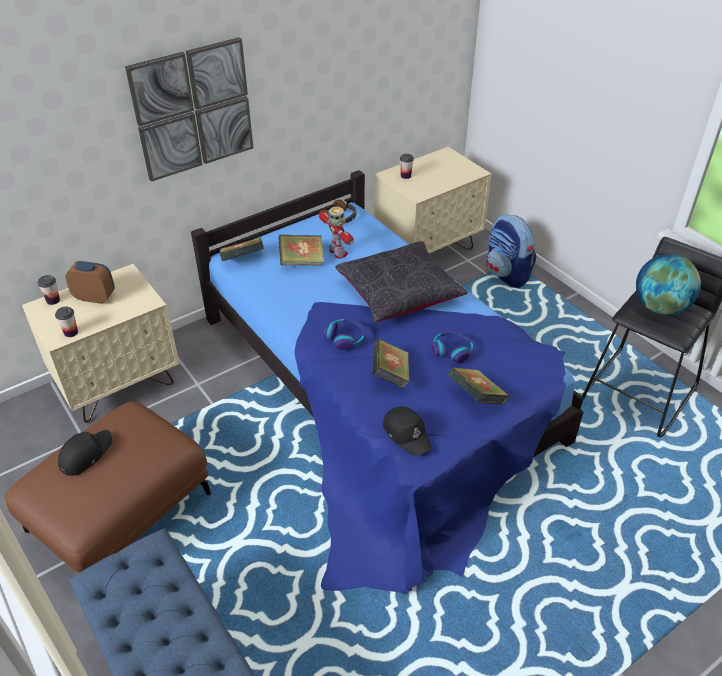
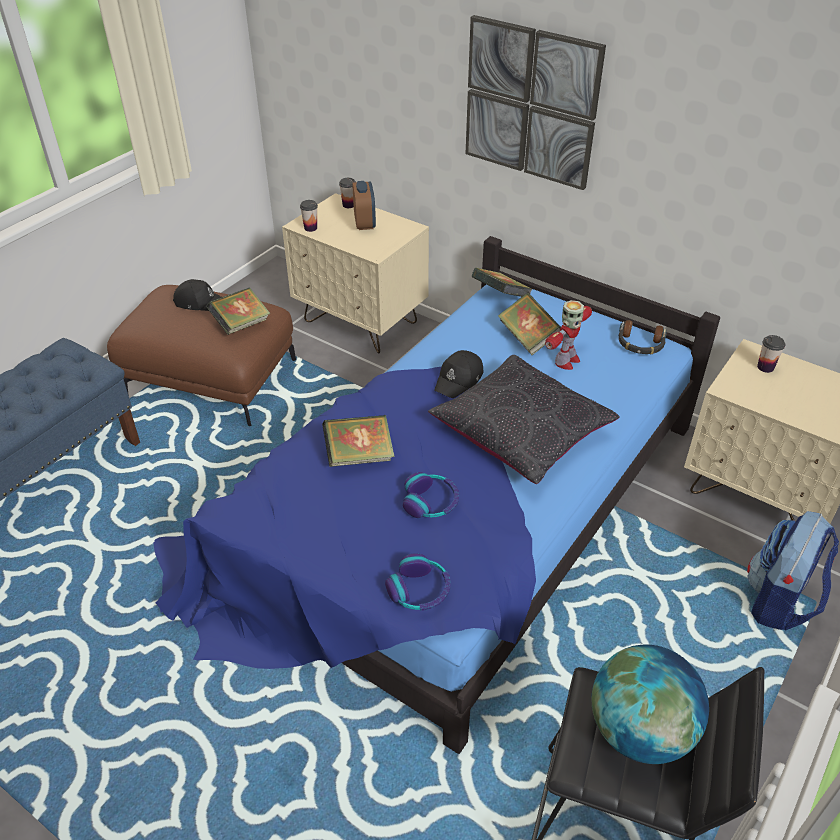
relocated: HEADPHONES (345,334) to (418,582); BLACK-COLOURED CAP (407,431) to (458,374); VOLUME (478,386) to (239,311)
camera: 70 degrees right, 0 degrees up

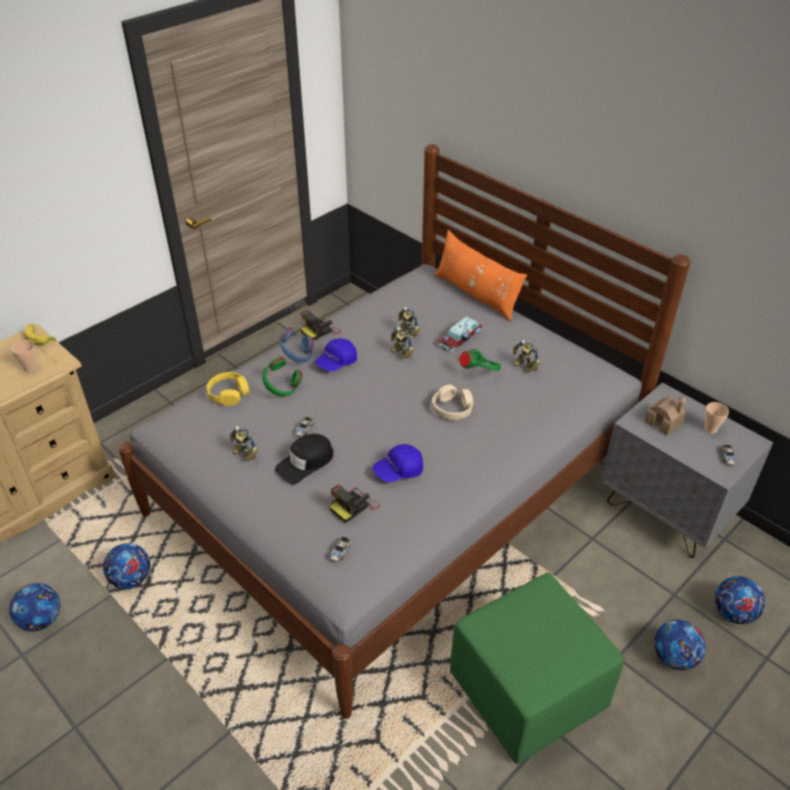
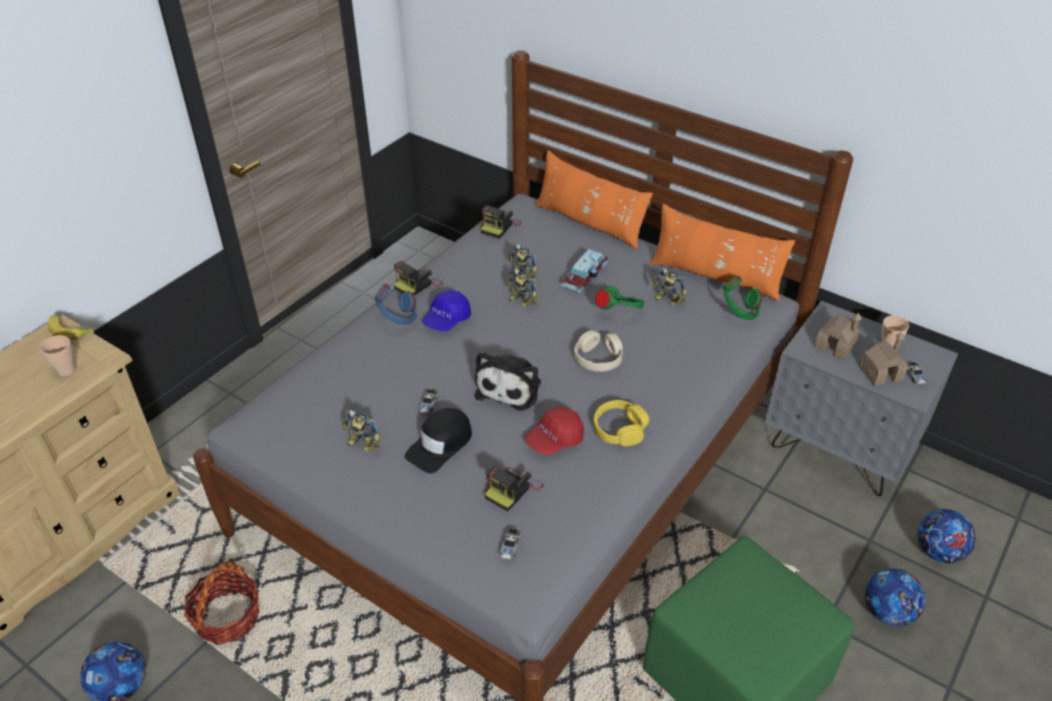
appeared: PLUSH TOY (508,381); PHOTO CAMERA (501,222); ORANGEY CUSHION (722,252); MODEL HOUSE (883,359)
relocated: YELLOWISH HEADPHONES (227,389) to (621,423); GREEN HEADPHONES (282,376) to (743,298)
exchanged: FOOTBALL BALL (126,566) to BASKET (222,603)
colour: BLUE-COLOURED CAP (398,463) to REDDISH CAP (554,431)
camera: 10 degrees left, 0 degrees up

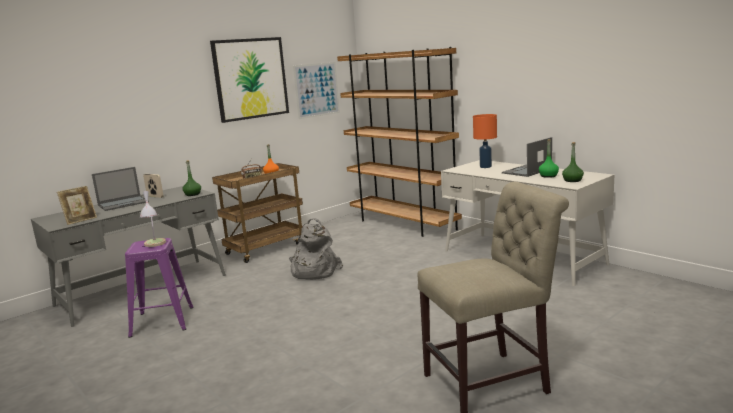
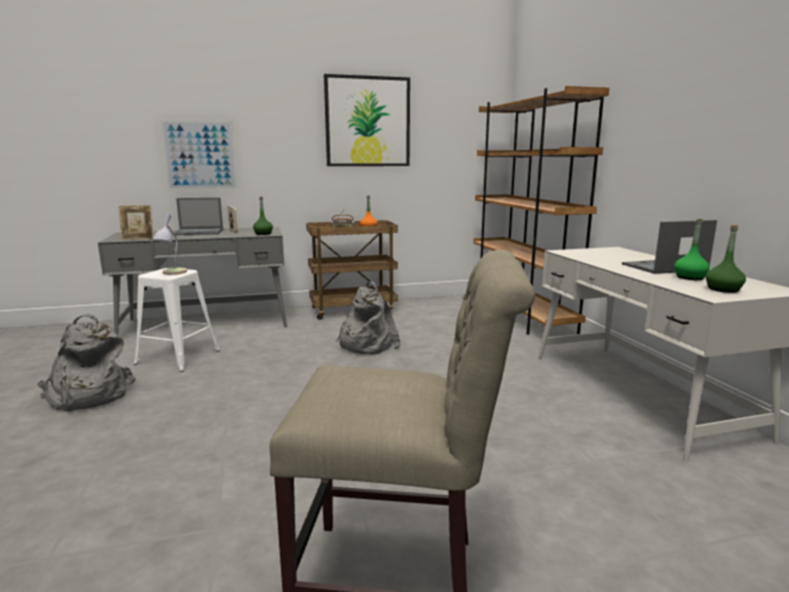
missing: ORANGEY LAMP FOR A TABLE (485,141)
appeared: GREY RUCKSACK (86,362)
relocated: WALL PICTURE (316,90) to (199,155)
colour: PURPLE SITTING STOOL (159,288) to WHITISH SITTING STOOL (177,320)
camera: 25 degrees right, 0 degrees up

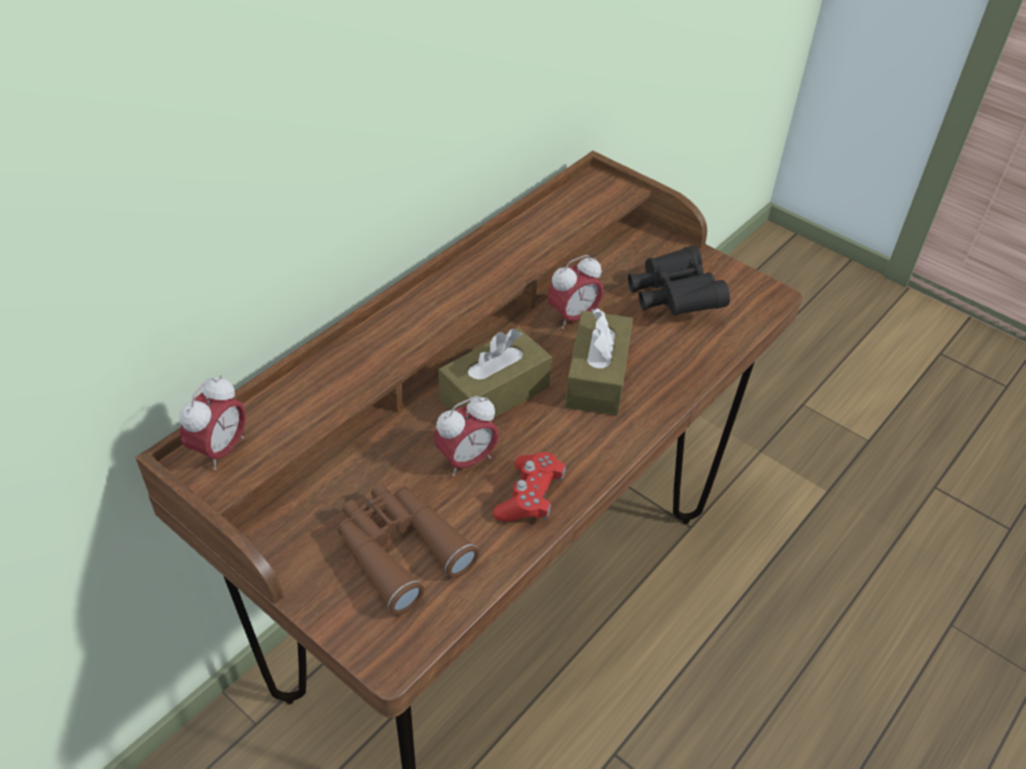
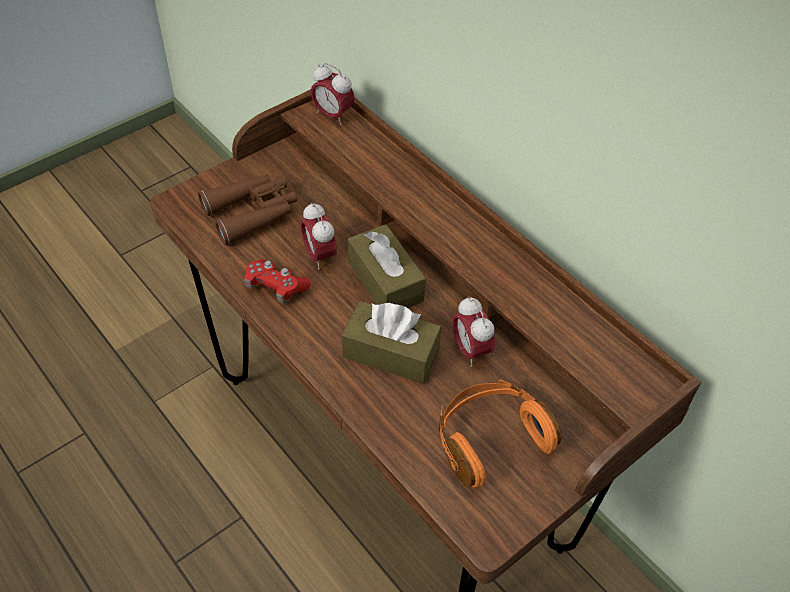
exchanged: BLACK-COLOURED BINOCULARS (679,281) to ORANGEY HEADPHONES (500,433)
camera: 100 degrees right, 5 degrees up

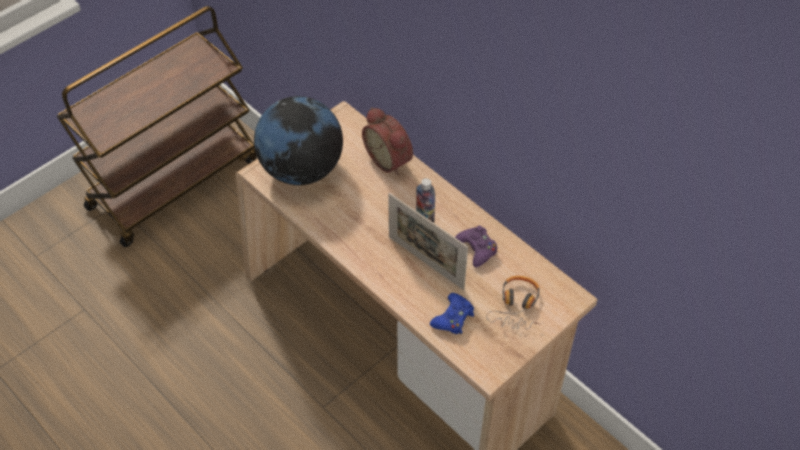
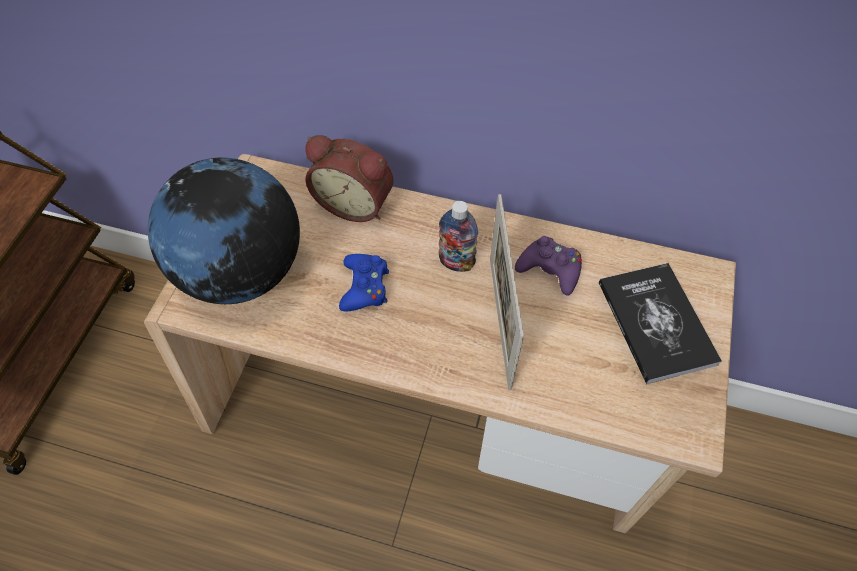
relocated: BLUE-COLOURED JOYPAD (452,313) to (364,283)
exchanged: HEADPHONES (513,302) to VOLUME (660,323)
spun: STANDING FRAME (428,241) = (507,292) 75 degrees clockwise
camera: 30 degrees left, 5 degrees up

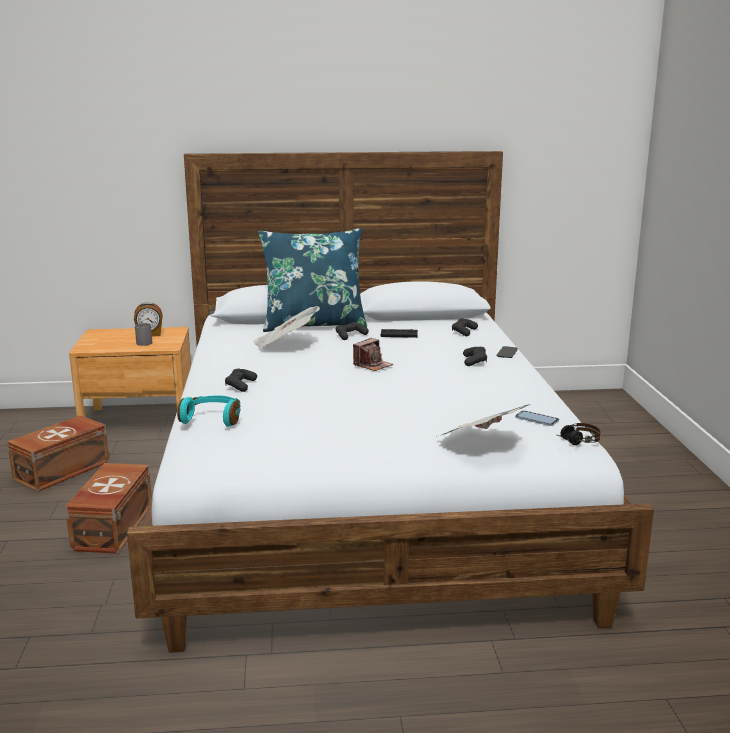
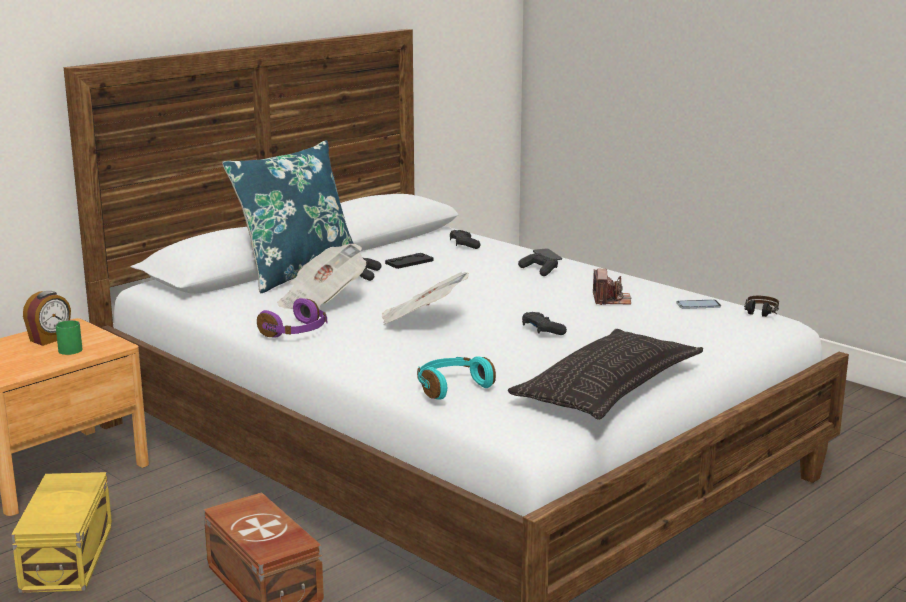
appeared: PURPLE HEADPHONES (292,317); CUSHION (605,374)
relocated: BLACK-COLOURED JOYPAD (241,380) to (544,323); PHOTO CAMERA (373,354) to (612,287); PRINTED PAPER (483,420) to (425,298)
colour: BROWN STORAGE BOX (58,453) to YELLOWISH STORAGE BOX (61,532); GREY TEA MUG (143,334) to GREEN TEA MUG (69,337)
camera: 40 degrees left, 0 degrees up

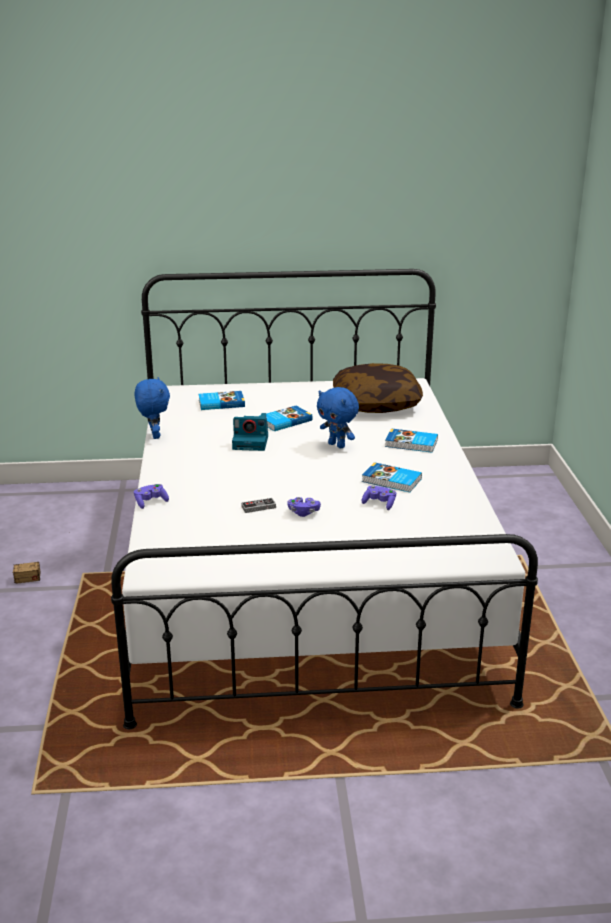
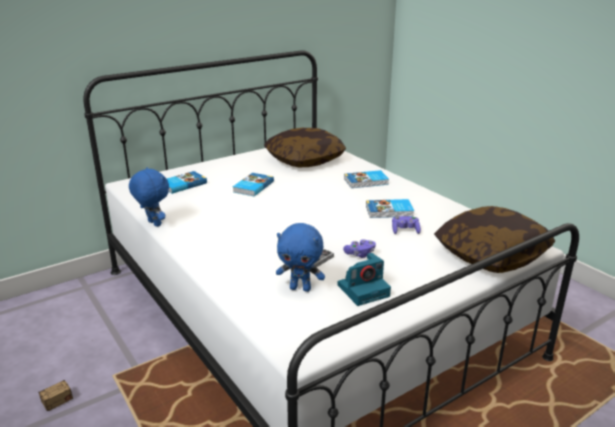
missing: PURPLE JOYPAD (151,496)
appeared: CUSHION (494,239)
relocated: PHOTO CAMERA (250,432) to (364,279); BLUE-COLOURED PLUSH TOY (338,417) to (300,257)
camera: 30 degrees left, 0 degrees up

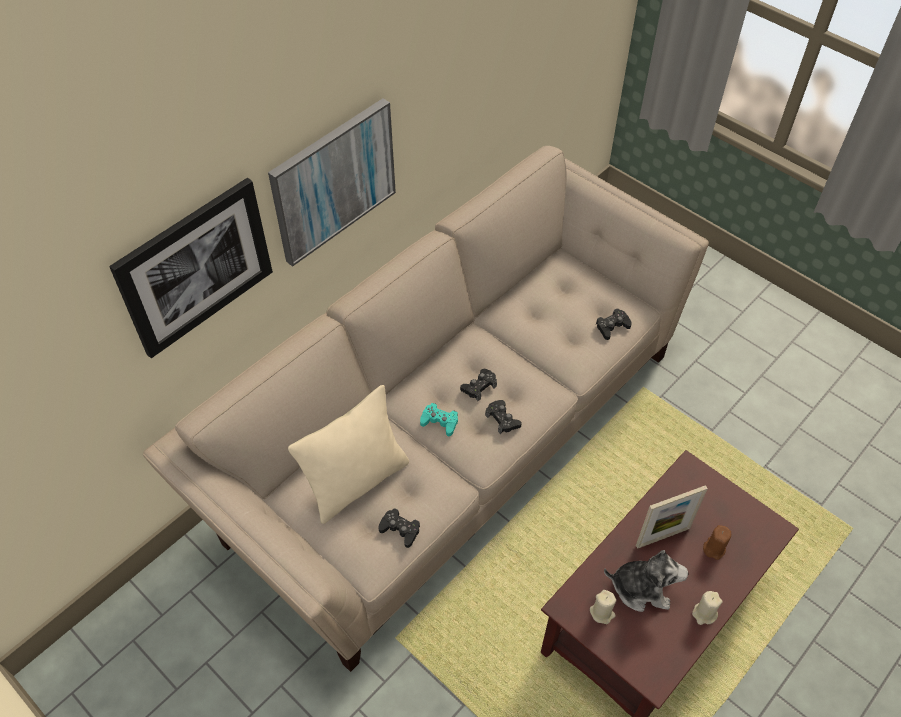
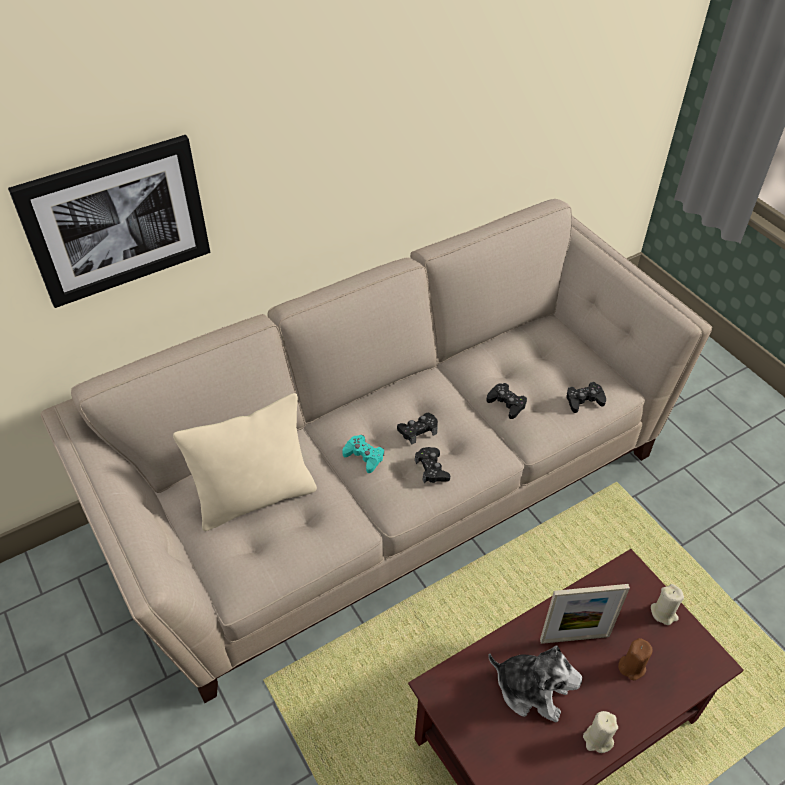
missing: WALL PICTURE (332,182)
relocated: BLACK-COLOURED JOYPAD (399,528) to (506,401); BEIGE WAX CANDLE (603,607) to (667,604)
camera: 15 degrees right, 5 degrees down

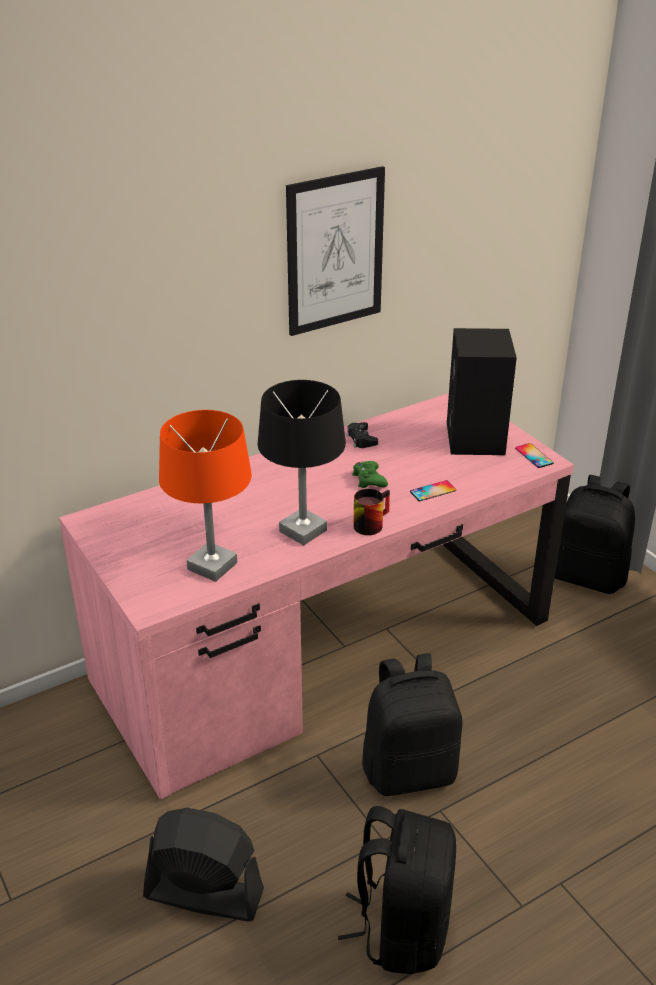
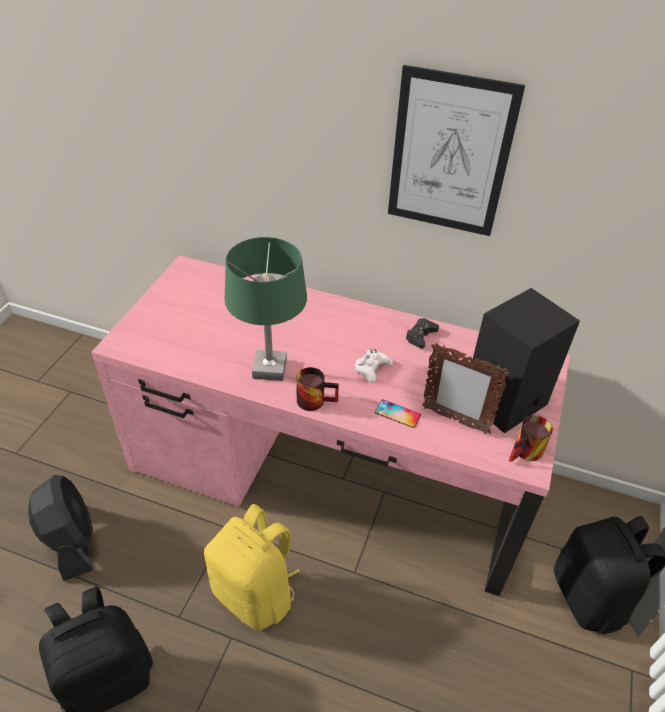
missing: ORANGEY LAMP FOR A TABLE (205,496)
appeared: STANDING FRAME (466,388)
exchanged: HANDSET (534,455) to TEA MUG (531,438)
colour: BLACK-COLOURED LAMP FOR A TABLE (302,462) to GREEN LAMP FOR A TABLE (265,309); GREEN JOYPAD (370,474) to WHITISH JOYPAD (374,366); BLACK-COLOURED RUCKSACK (412,724) to YELLOWISH RUCKSACK (252,567)
camera: 50 degrees right, 10 degrees up

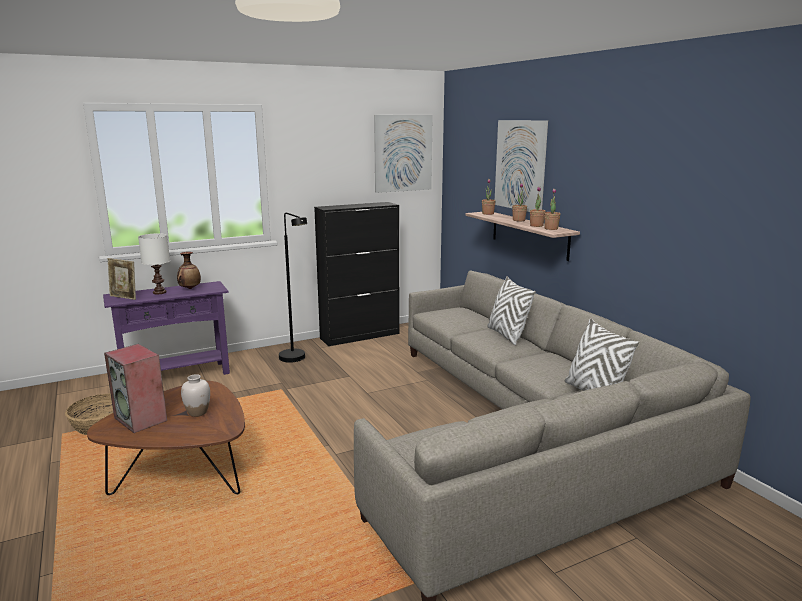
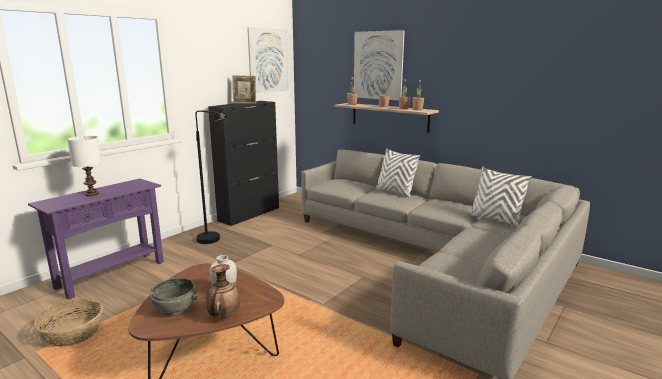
relocated: STANDING FRAME (121,279) to (244,89); VASE (189,270) to (223,291)
exchanged: SPEAKER (135,388) to GREY DEEP DISH (174,297)
camera: 25 degrees left, 0 degrees up

